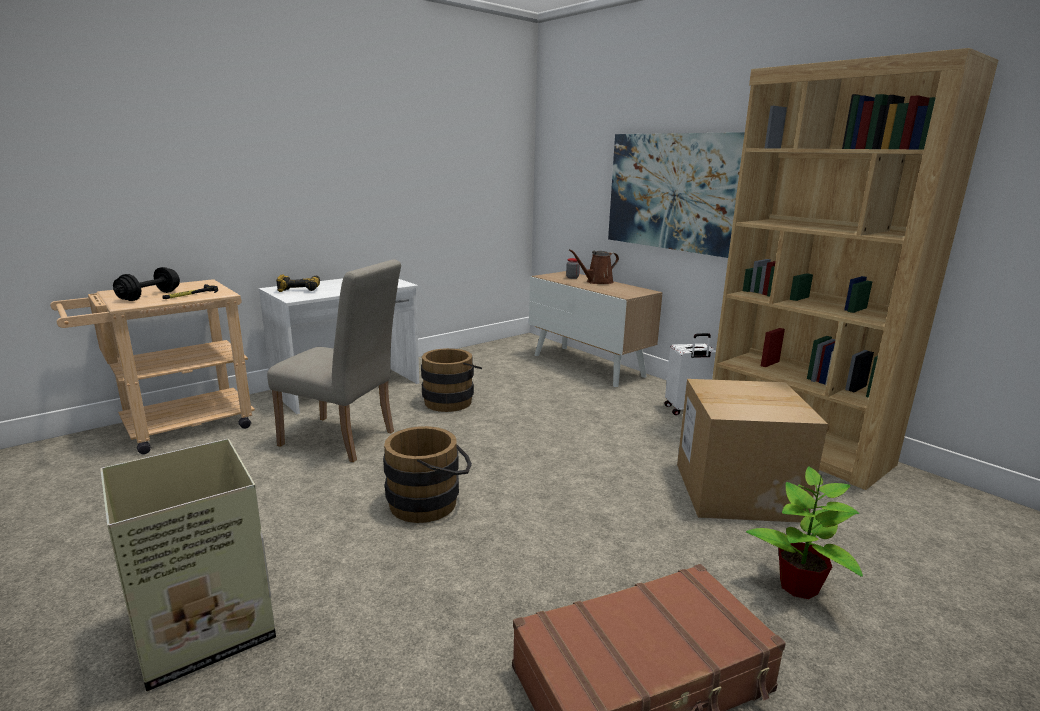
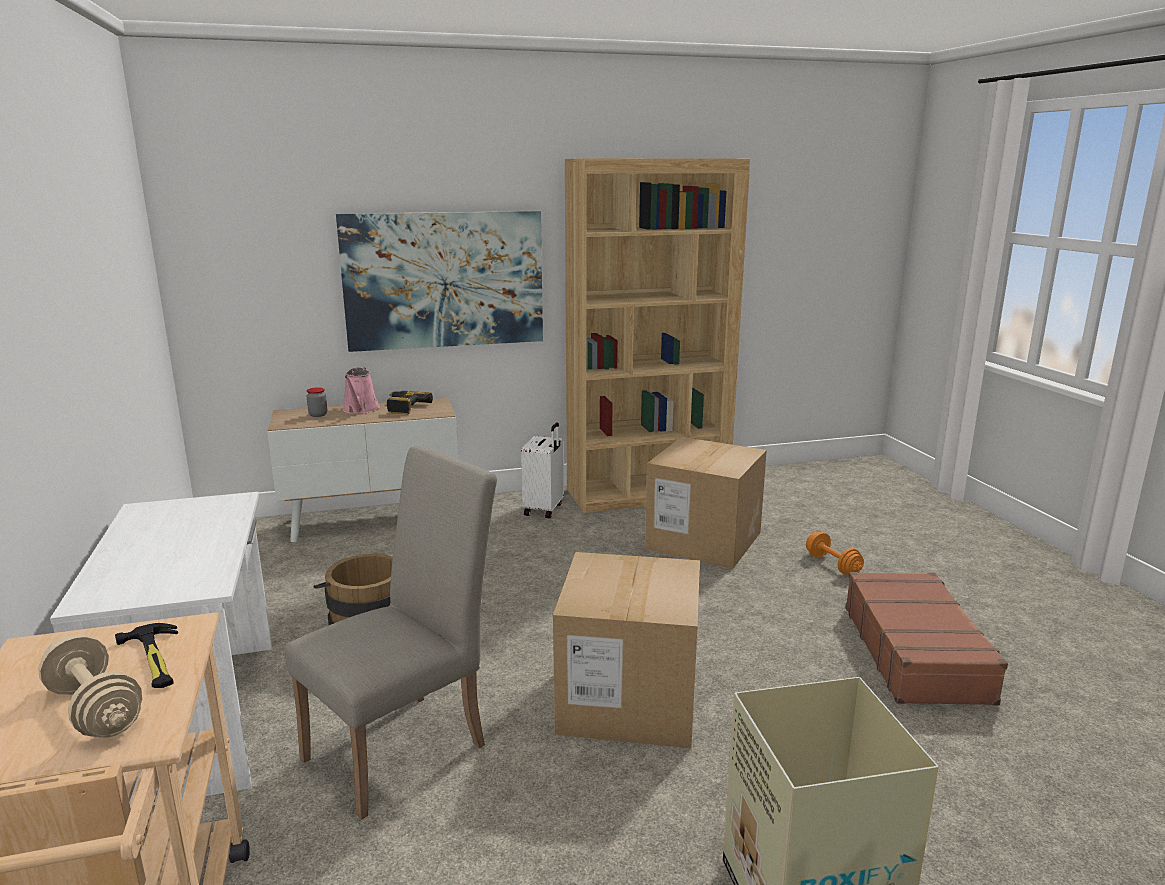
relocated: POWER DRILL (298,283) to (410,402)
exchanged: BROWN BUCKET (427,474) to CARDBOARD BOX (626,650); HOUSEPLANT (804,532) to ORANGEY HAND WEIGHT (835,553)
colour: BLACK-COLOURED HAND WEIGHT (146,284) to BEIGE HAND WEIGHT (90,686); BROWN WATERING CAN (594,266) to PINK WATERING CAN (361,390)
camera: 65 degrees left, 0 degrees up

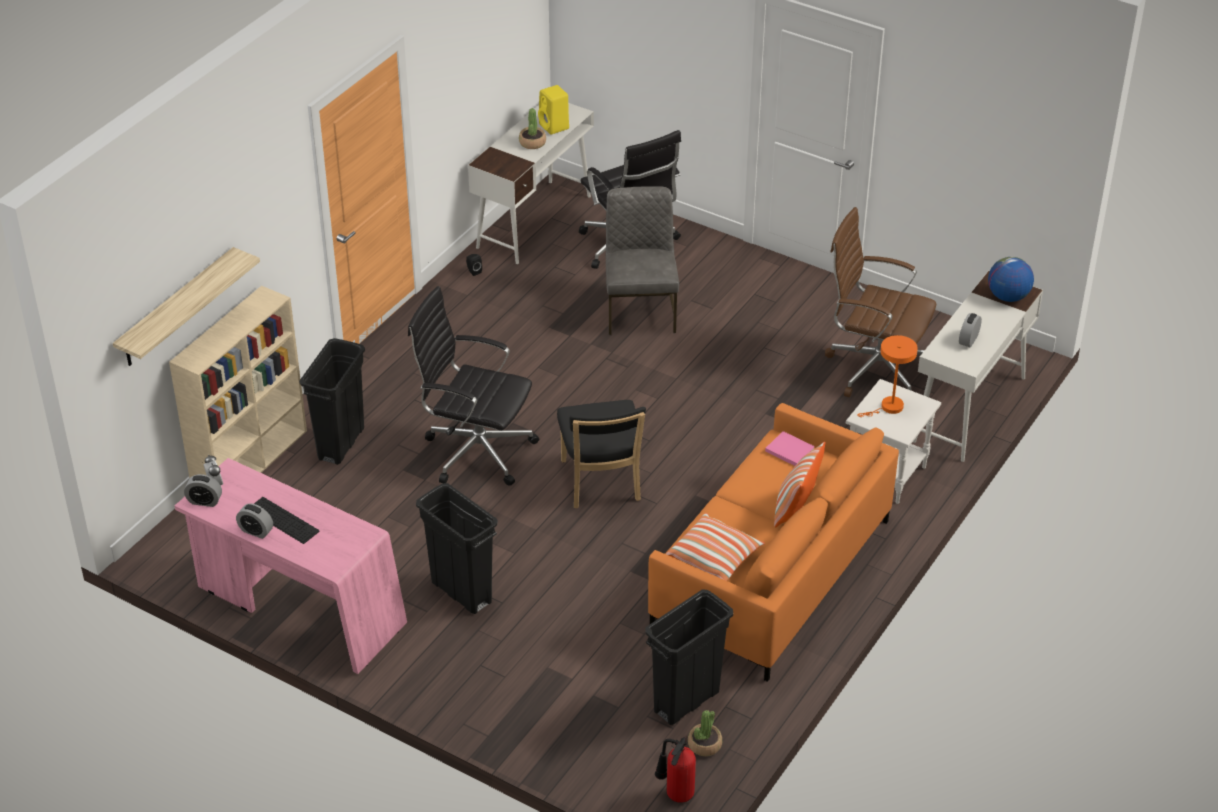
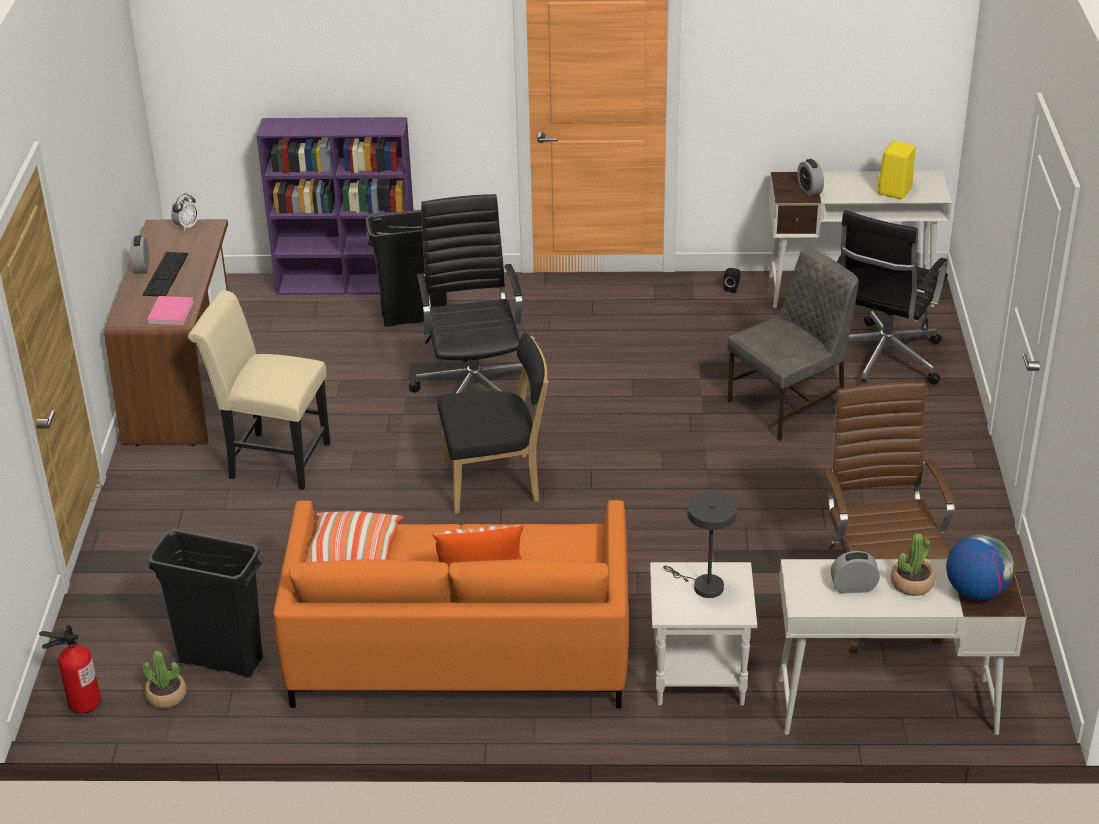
missing: WALL SHELF (186,306)
relocated: ALARM CLOCK (203,490) to (810,177); HOUSEPLANT (532,128) to (913,564); PINK VOLUME (790,448) to (170,310)
exchanged: BLACK-COLOURED RUBBISH BIN (457,548) to BEIGE CHAIR (259,390)
colour: BEIGE BOOKCASE (238,382) to PURPLE BOOKCASE (335,206); PINK DESK UNIT (291,566) to BROWN DESK UNIT (166,332); ORANGEY LAMP FOR A TABLE (887,376) to GREY LAMP FOR A TABLE (700,544)
spun: BLACK-COLOURED CHAIR (601,454) = (493,423) 150 degrees counterclockwise
camera: 60 degrees right, 5 degrees down

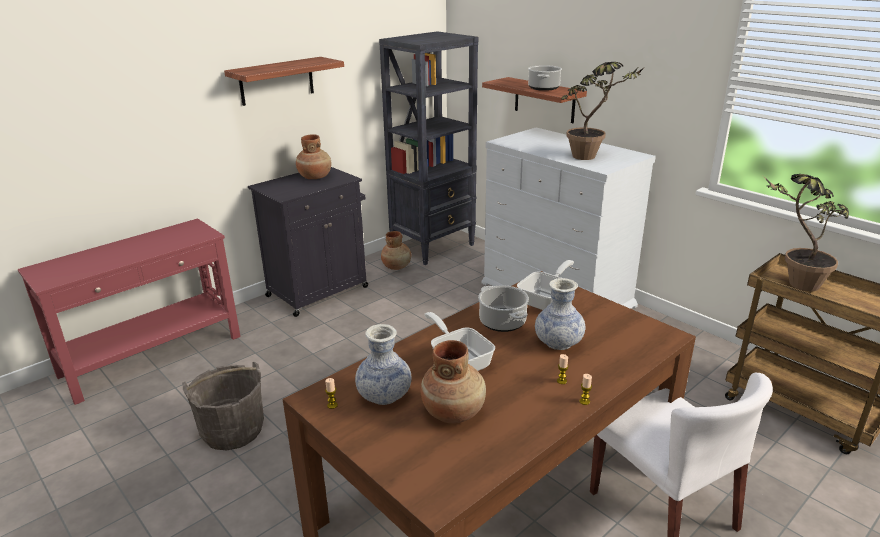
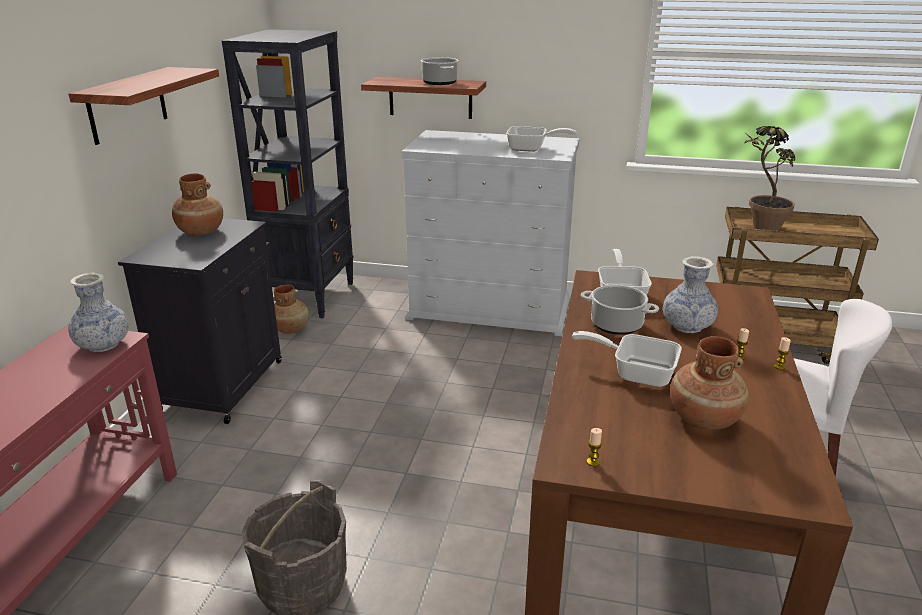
relocated: VASE (383,364) to (98,312)
exchanged: HOUSEPLANT (603,111) to PAN (541,139)
camera: 35 degrees left, 0 degrees up

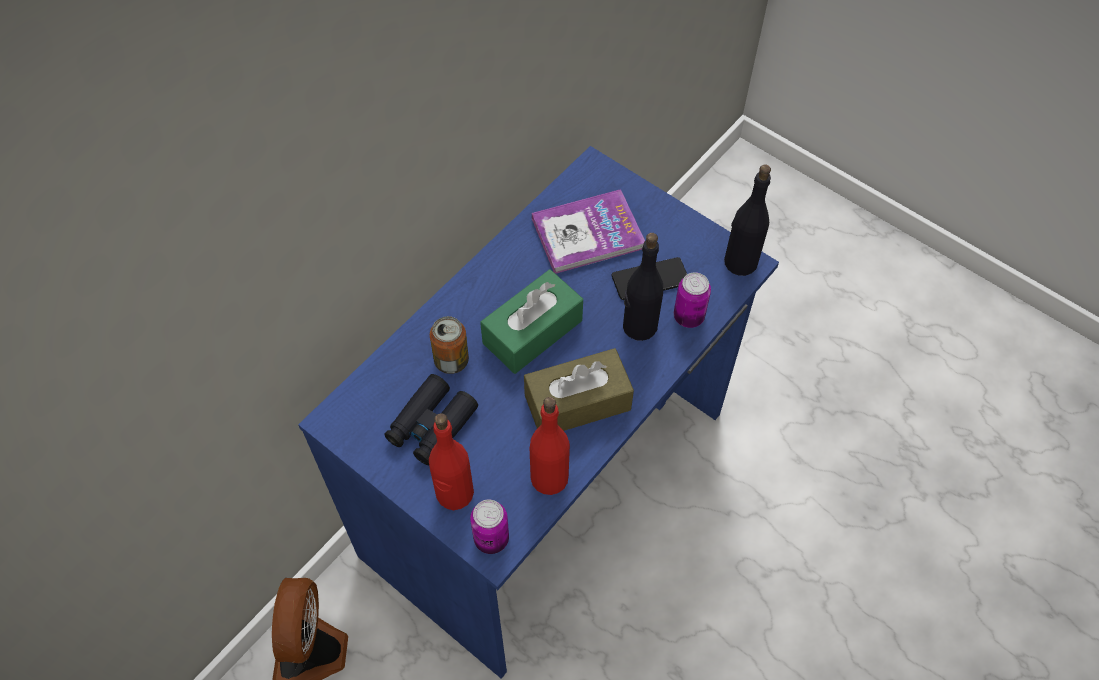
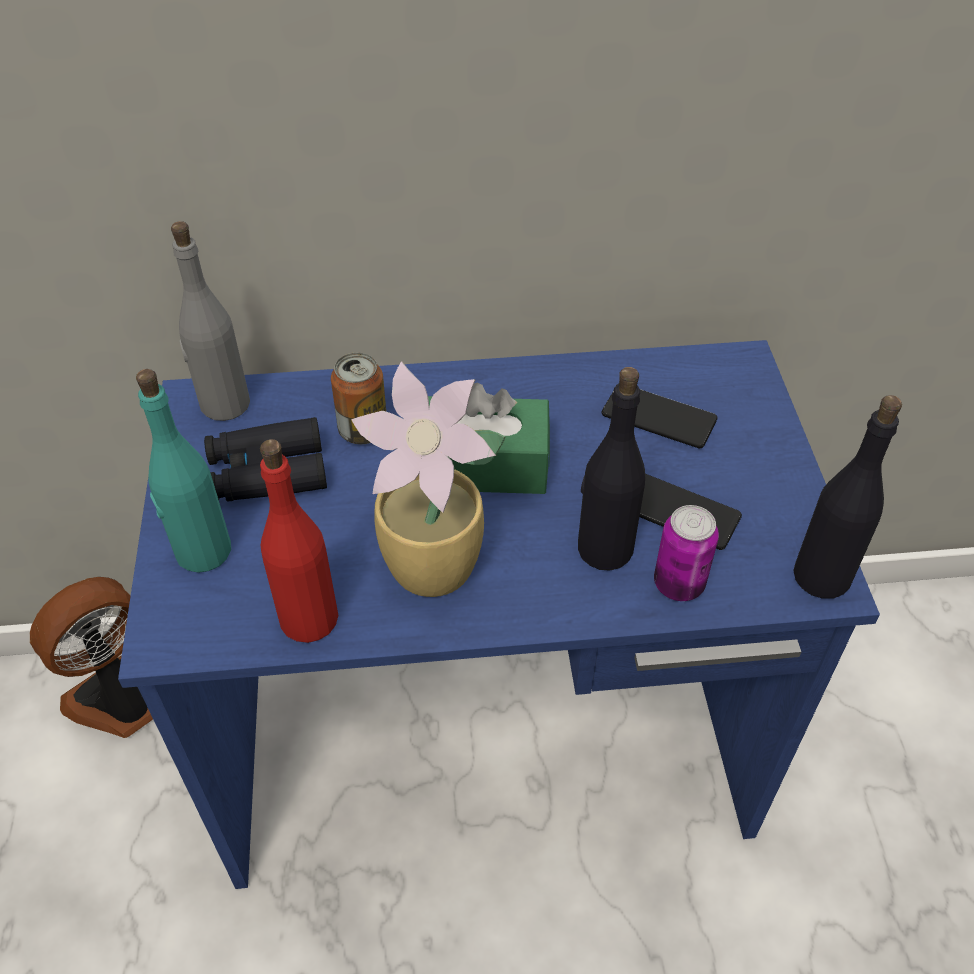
missing: CAN (489,527)
appeared: GREY DRINK BOTTLE (210,321)
exchanged: BROWN BOX OF TISSUES (579,389) to HOUSEPLANT (428,479); VOLUME (588,231) to HANDSET (659,418)
colour: REDDISH DRINK BOTTLE (451,461) to TURQUOISE DRINK BOTTLE (183,471)
camera: 45 degrees right, 10 degrees down

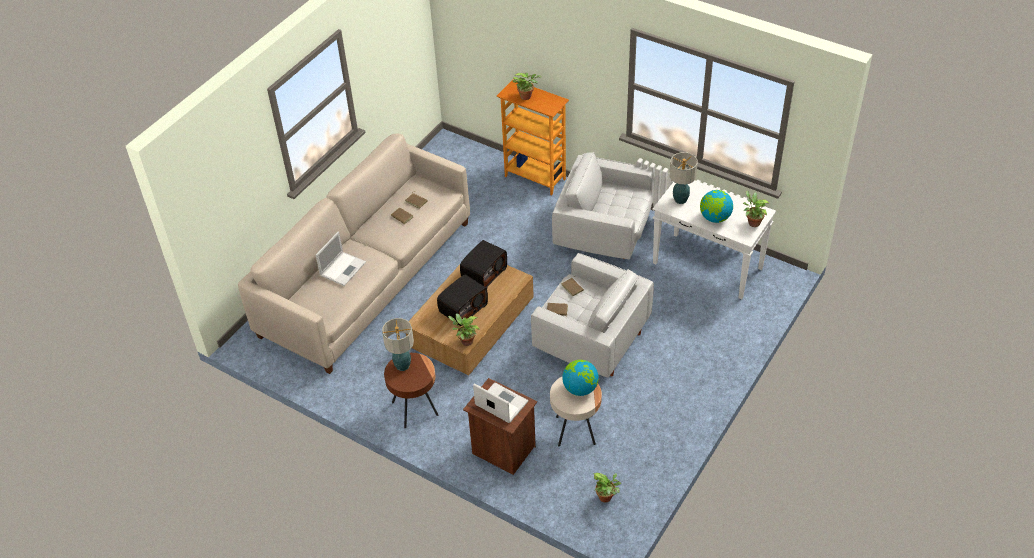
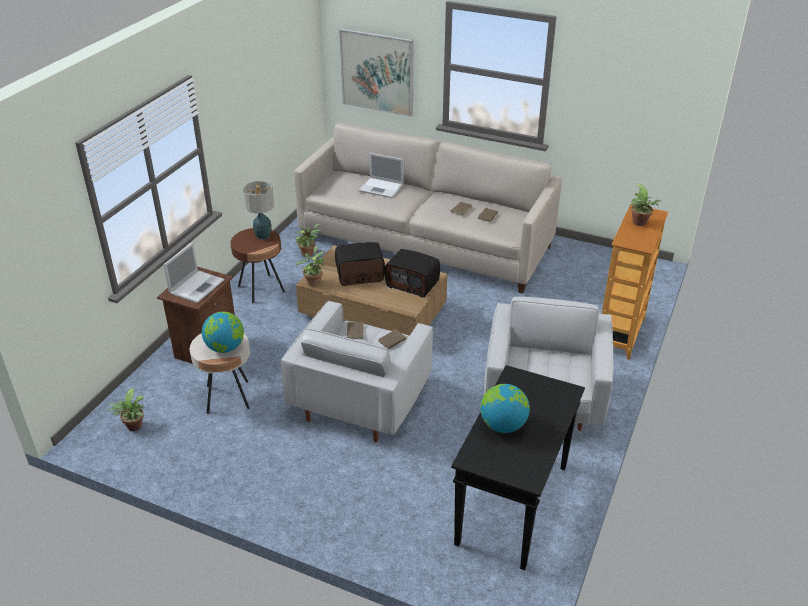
missing: LAMP FOR A TABLE (683,178)
appeared: WALL PICTURE (376,72)
relocated: HOUSEPLANT (756,209) to (308,240)
colour: WHITISH CONSOLE TABLE (714,240) to BLACK-COLOURED CONSOLE TABLE (518,467)
spun: RADIO (462,300) = (360,264) 135 degrees clockwise
camera: 80 degrees right, 10 degrees down

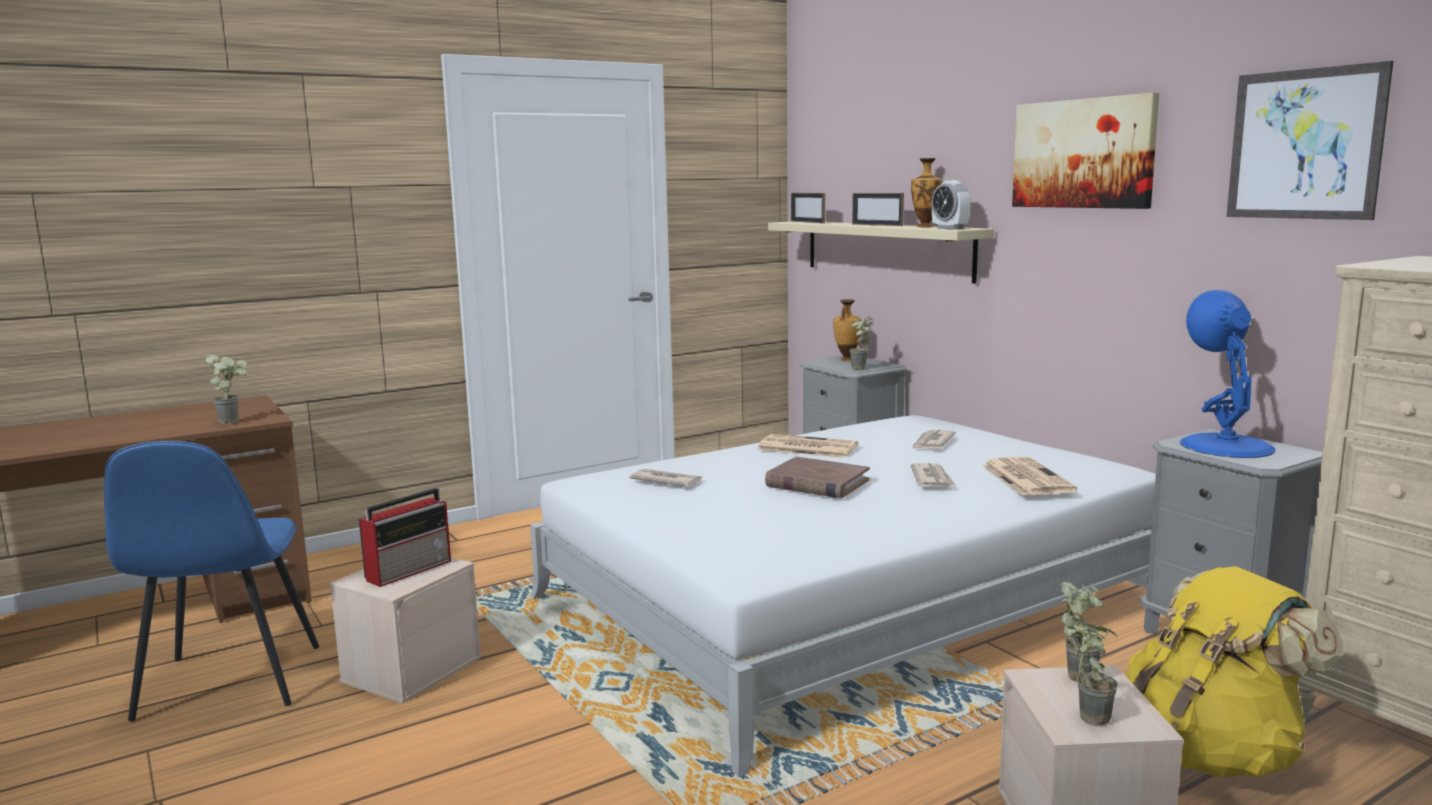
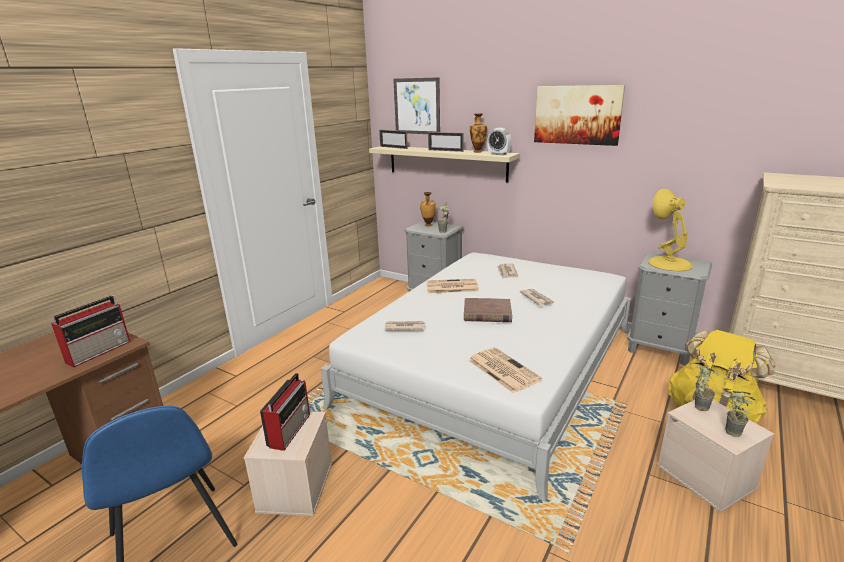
relocated: PRINTED PAPER (1029,476) to (505,370); WALL PICTURE (1310,140) to (416,105)
exchanged: HOUSEPLANT (227,389) to RADIO (90,331)
colour: BLUE-COLOURED LAMP FOR A TABLE (1228,374) to YELLOWISH LAMP FOR A TABLE (670,230)
camera: 25 degrees left, 10 degrees up

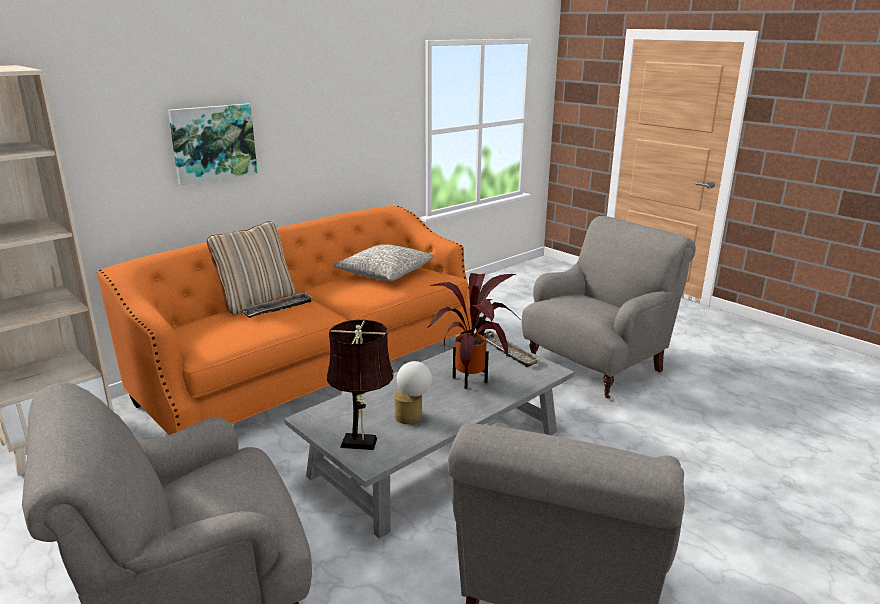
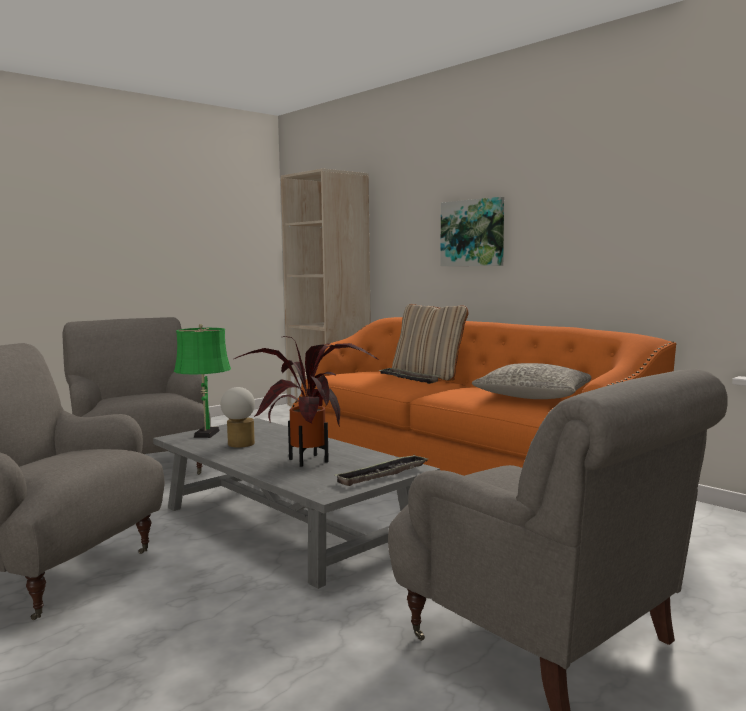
colour: BROWN LAMP FOR A TABLE (360,385) to GREEN LAMP FOR A TABLE (202,381)
camera: 90 degrees right, 15 degrees down

